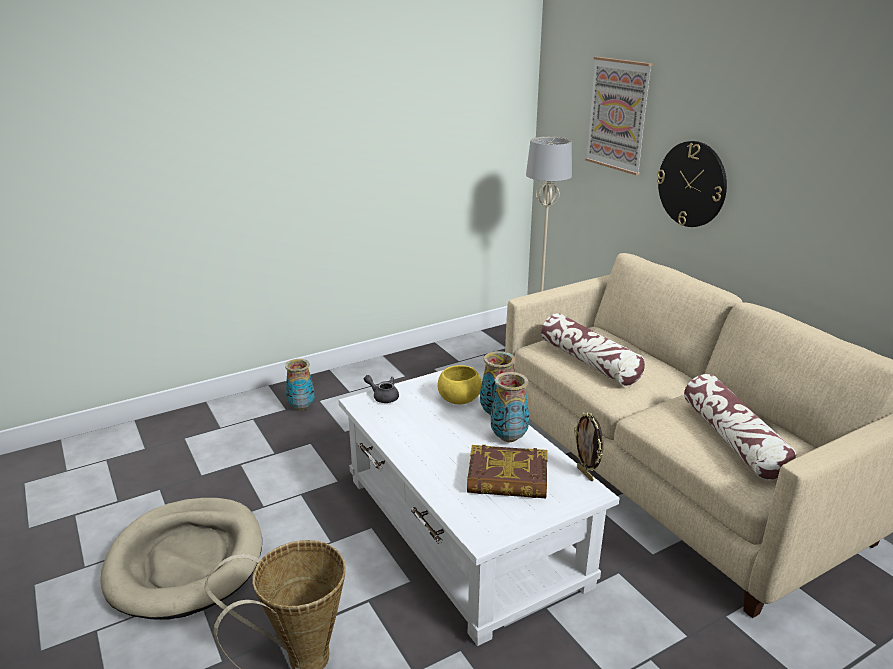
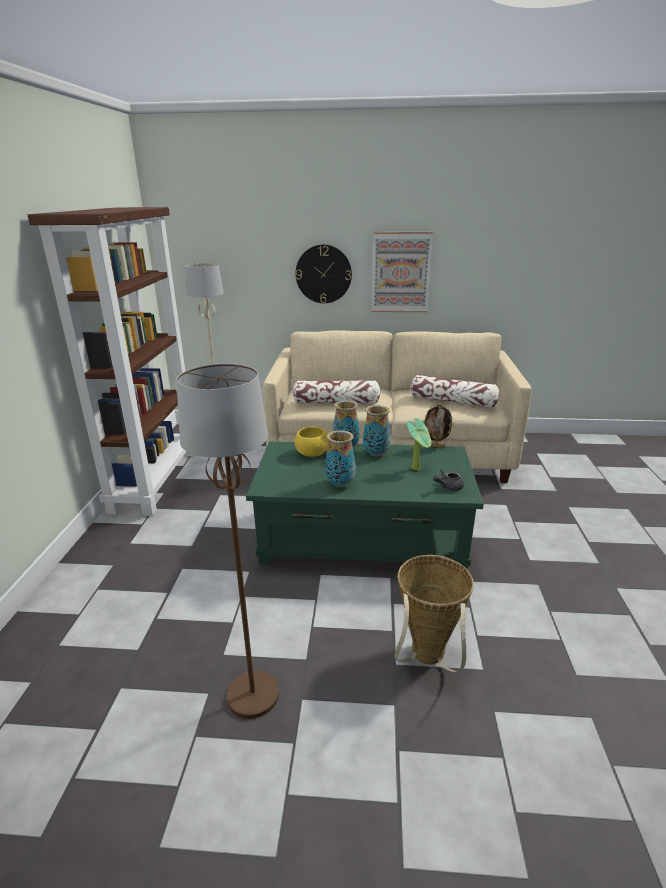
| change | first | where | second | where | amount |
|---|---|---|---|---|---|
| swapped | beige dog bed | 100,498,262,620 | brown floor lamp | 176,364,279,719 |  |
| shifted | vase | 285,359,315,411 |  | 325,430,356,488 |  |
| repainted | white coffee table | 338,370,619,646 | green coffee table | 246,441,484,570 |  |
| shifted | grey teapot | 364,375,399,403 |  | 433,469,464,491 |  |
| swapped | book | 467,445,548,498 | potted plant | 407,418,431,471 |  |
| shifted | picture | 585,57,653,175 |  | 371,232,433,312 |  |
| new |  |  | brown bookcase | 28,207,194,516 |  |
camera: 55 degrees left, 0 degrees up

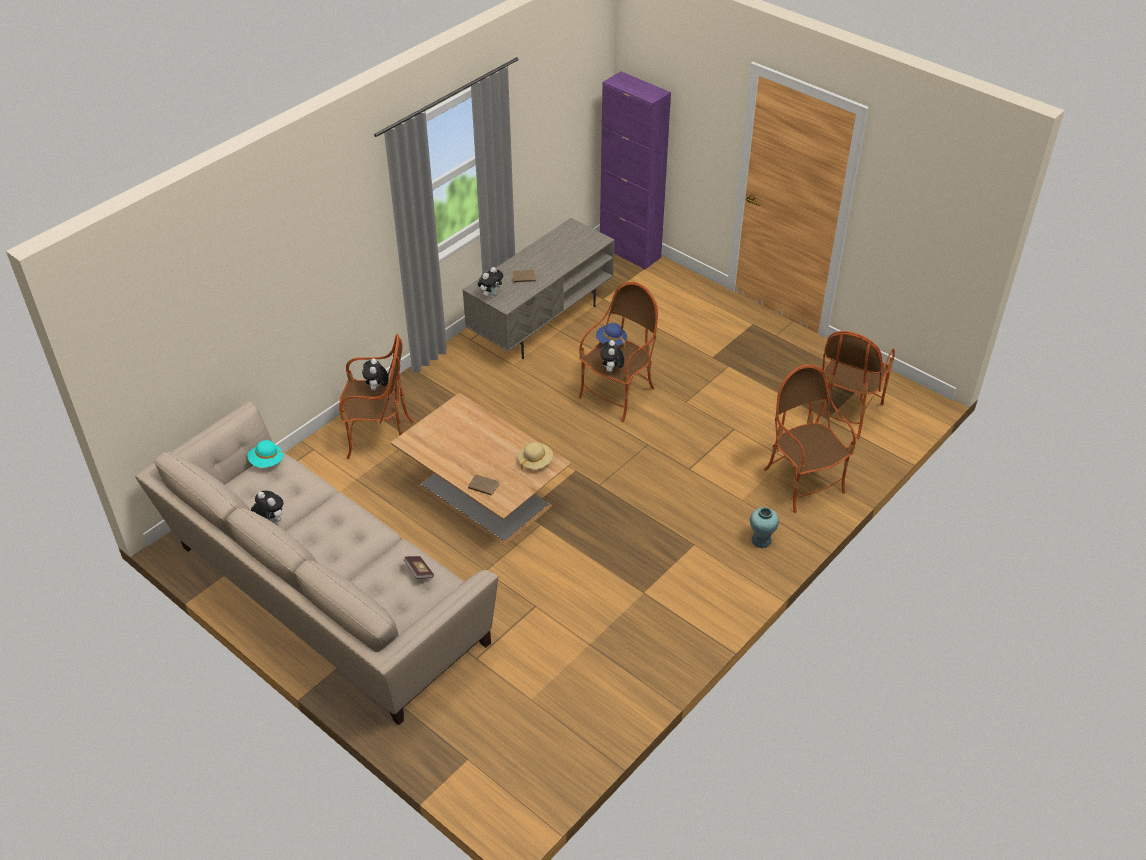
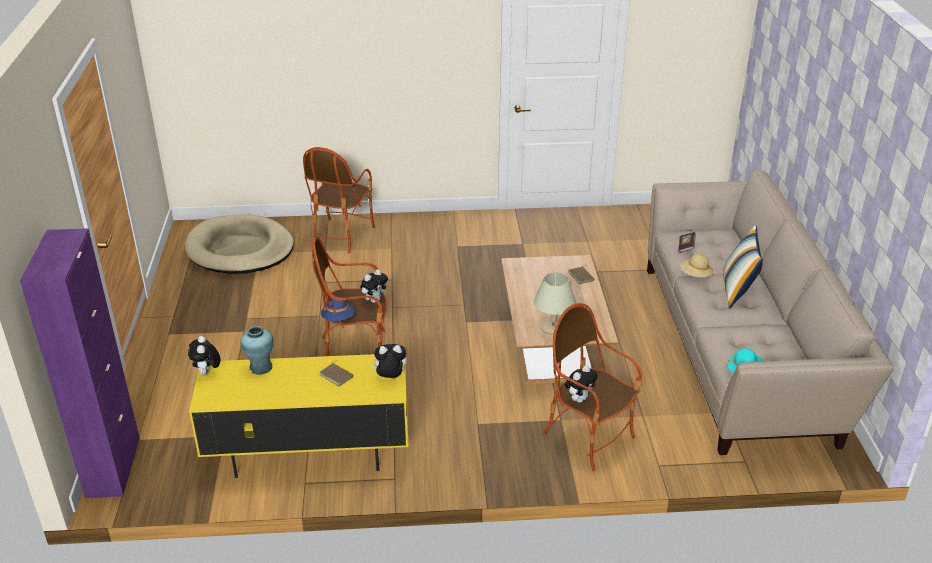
| change | first | where | second | where | amount |
|---|---|---|---|---|---|
| shifted | plush toy | 251,491,284,523 |  | 188,336,220,375 |  |
| repainted | grey tv stand | 463,218,614,359 | yellow tv stand | 189,354,409,478 |  |
| shifted | beige hat | 518,442,553,470 |  | 680,254,713,277 |  |
| shifted | turquoise vase | 750,507,779,548 |  | 240,326,274,375 |  |
| swapped | armchair | 815,331,895,439 | beige dog bed | 185,214,294,274 |  |
| new |  |  | beige table lamp | 534,272,576,335 |  |
| new |  |  | pillow | 723,225,763,309 |  |
camera: 135 degrees left, 10 degrees down

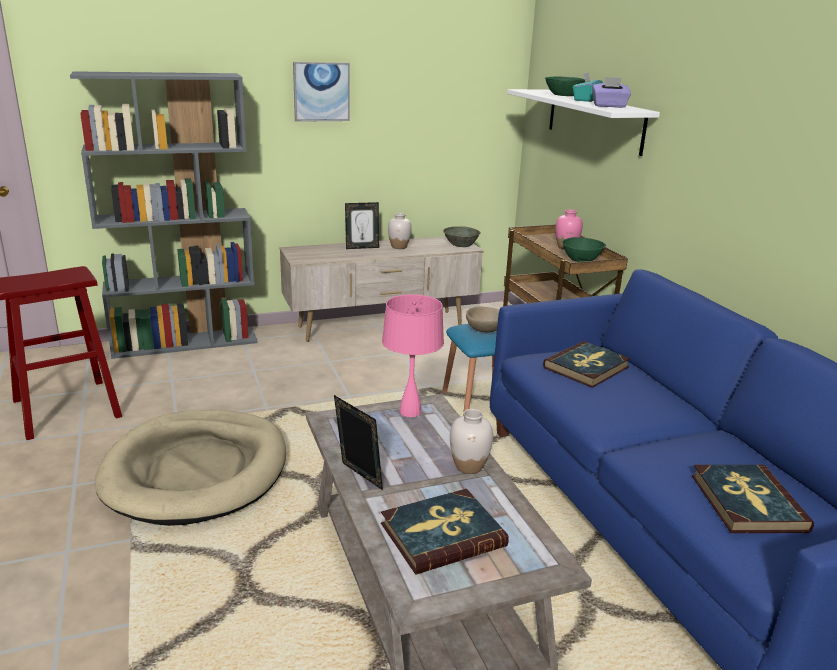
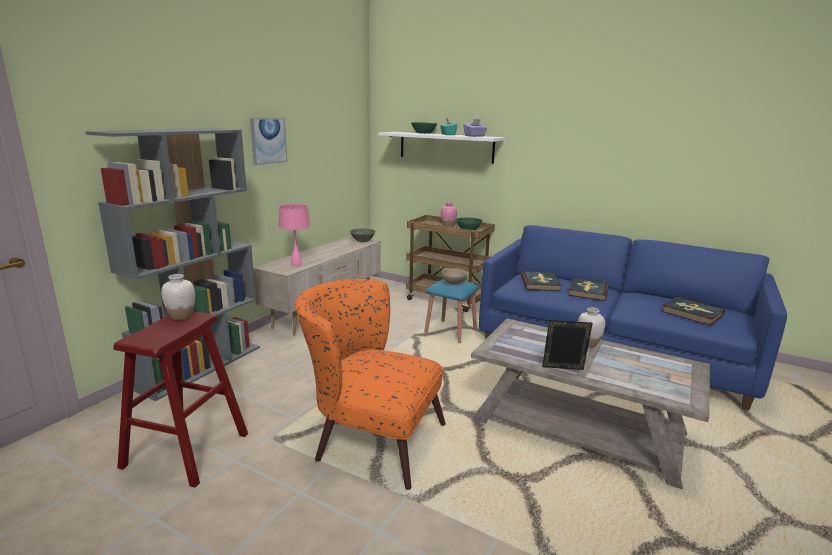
| change | first | where | second | where | amount |
|---|---|---|---|---|---|
| swapped | beige dog bed | 95,410,286,526 | orange armchair | 295,279,446,490 |  |
| gone | picture frame | 345,202,379,249 |  |  |  |
| shifted | book | 381,489,509,575 |  | 568,278,609,301 |  |
| shifted | pink table lamp | 382,294,444,417 |  | 279,204,310,266 |  |
| shifted | white vase | 388,213,412,249 |  | 161,274,195,320 |  |
camera: 40 degrees left, 5 degrees down

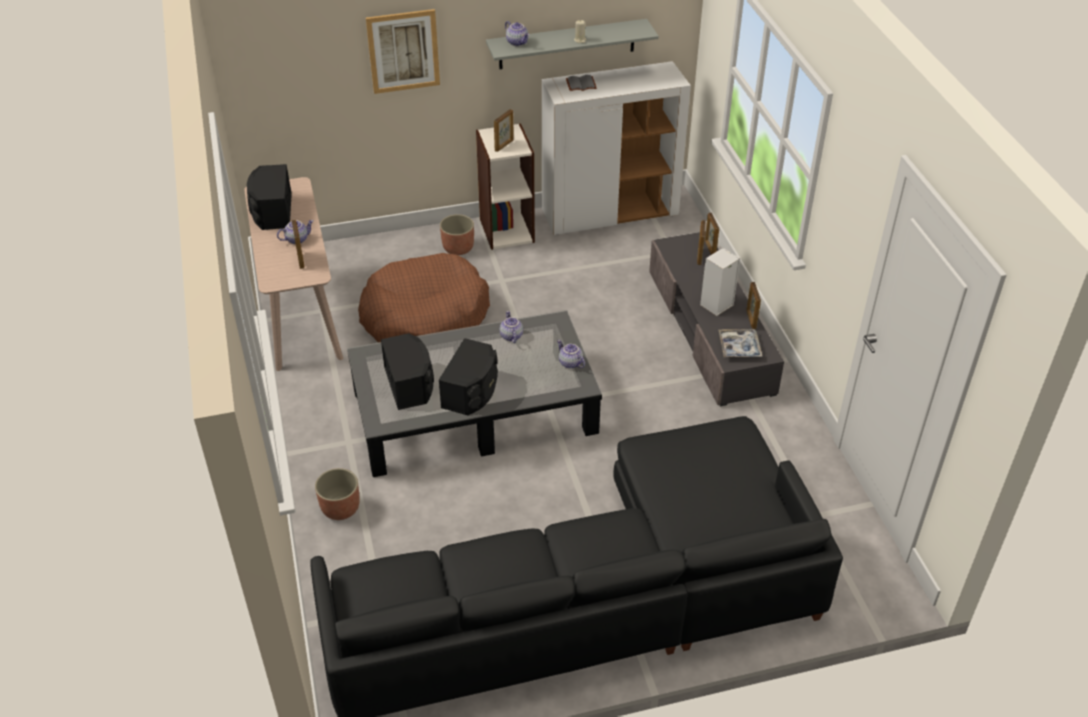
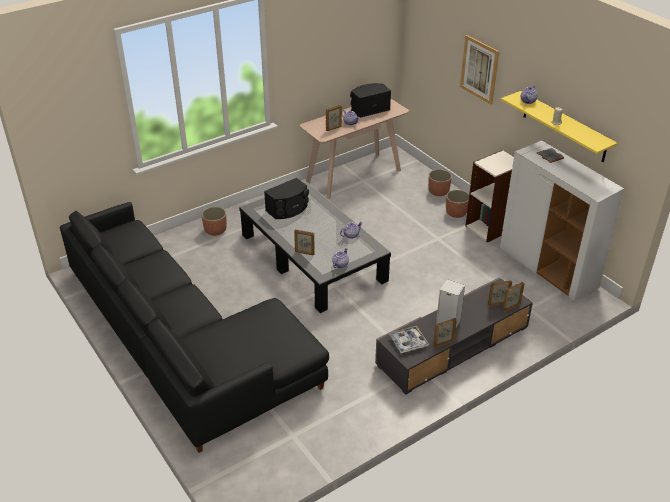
| change | first | where | second | where | amount |
|---|---|---|---|---|---|
| gone | brown dog bed | 358,253,490,343 |  |  |  |
| gone | black speaker | 439,338,498,415 |  |  |  |
| repainted | grey shelf | 486,19,659,69 | yellow shelf | 501,91,617,162 |  |
| shifted | picture frame | 494,109,514,152 |  | 294,229,314,256 |  |
| new |  |  | planter | 428,169,452,196 |  |
camera: 70 degrees right, 5 degrees down

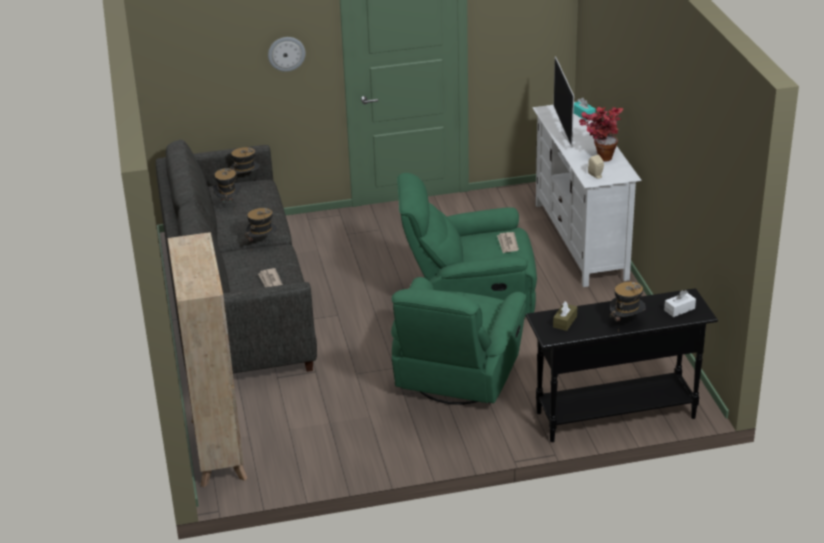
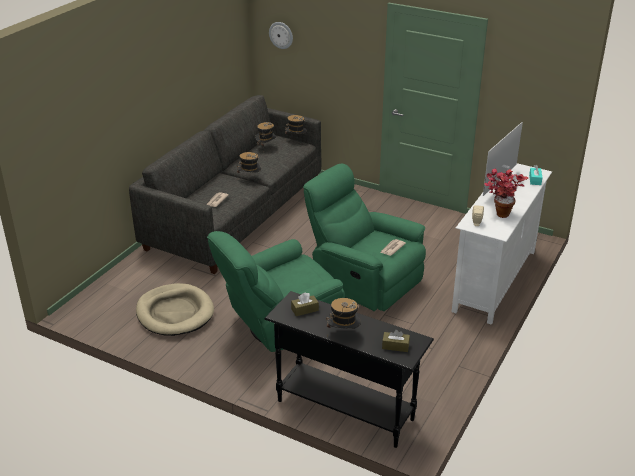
| change | first | where | second | where | amount |
|---|---|---|---|---|---|
| gone | beige bookcase | 167,232,247,487 |  |  |  |
| shifted | wall clock | 268,37,306,72 |  | 269,22,293,49 |  |
| repainted | white tissue box | 664,290,696,317 | brown tissue box | 382,330,410,352 |  |
| new |  |  | beige dog bed | 136,283,214,336 |  |
camera: 40 degrees right, 0 degrees up

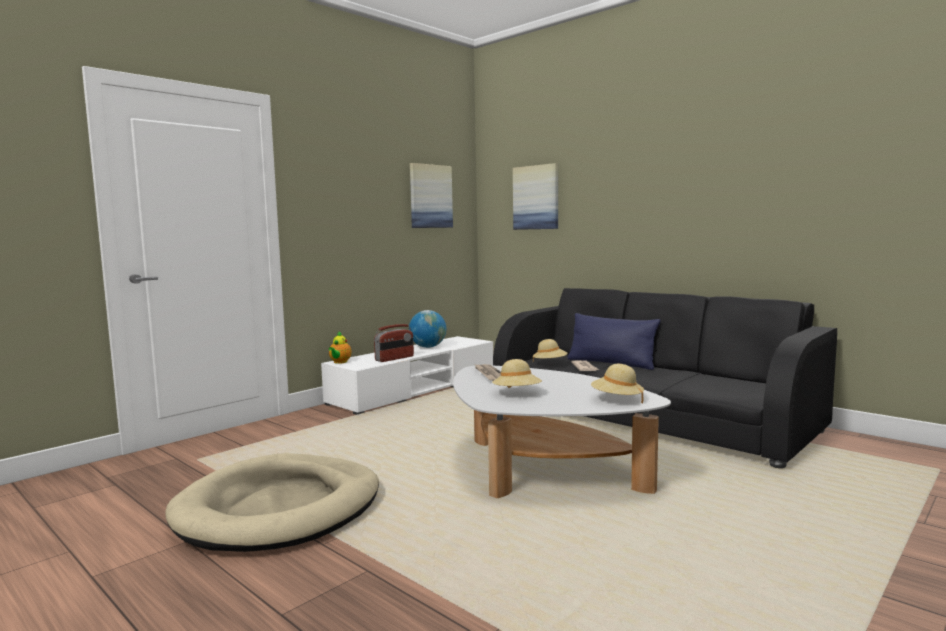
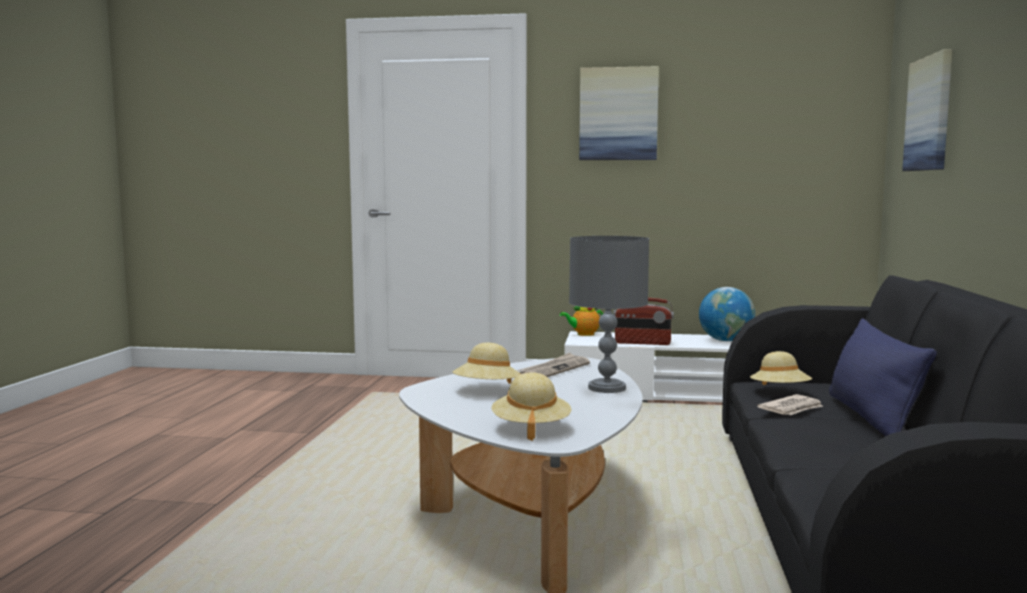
| change | first | where | second | where | amount |
|---|---|---|---|---|---|
| gone | beige dog bed | 166,453,379,552 |  |  |  |
| shifted | picture | 410,163,453,228 |  | 579,66,659,160 |  |
| new |  |  | grey table lamp | 569,236,649,393 |  |
camera: 55 degrees right, 0 degrees up

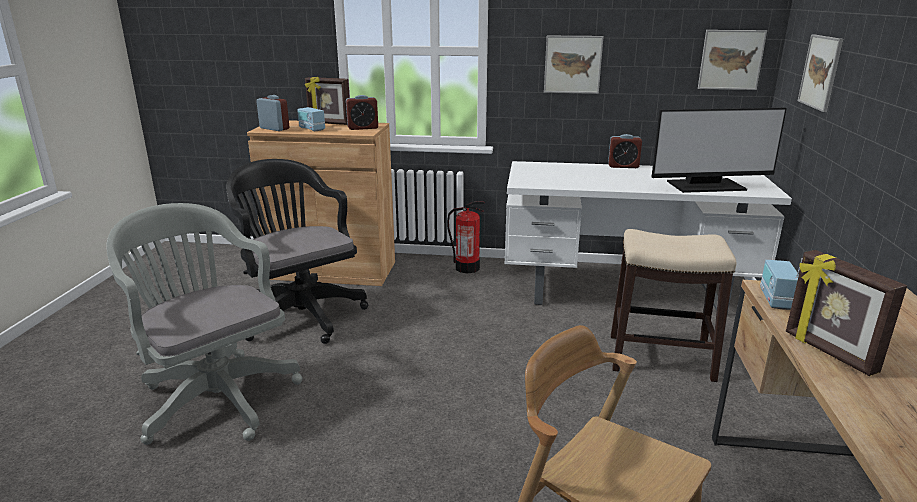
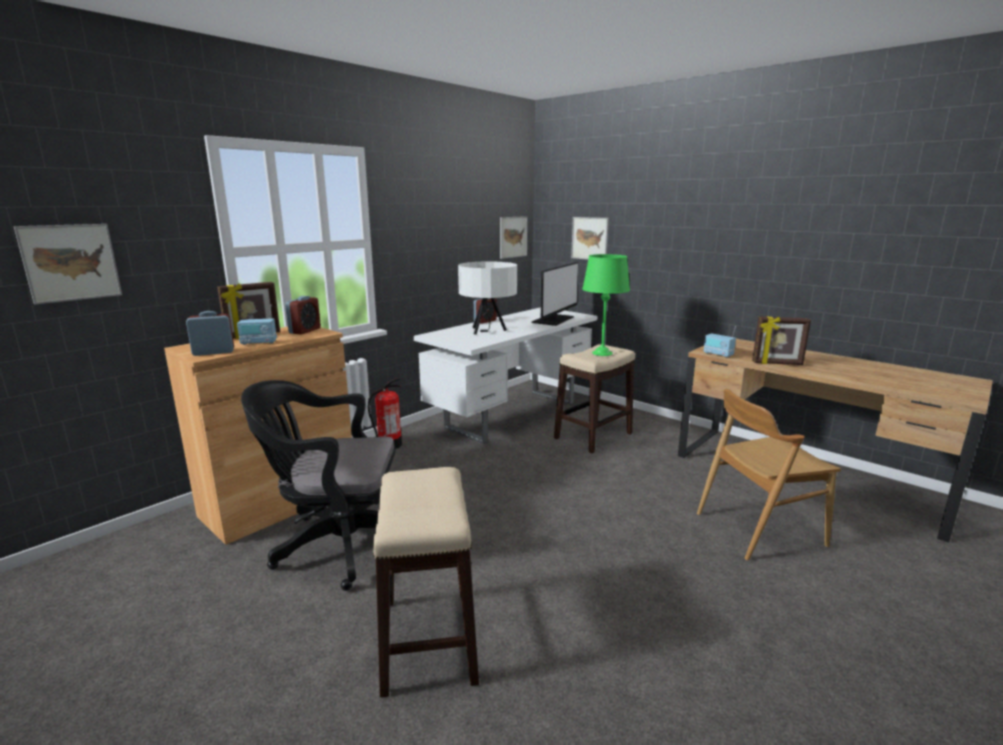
| change | first | where | second | where | amount |
|---|---|---|---|---|---|
| swapped | grey office chair | 106,203,302,445 | stool | 373,467,479,698 |  |
| shifted | picture | 544,36,604,94 |  | 14,224,122,304 |  |
| new |  |  | white table lamp | 458,261,517,335 |  |
| new |  |  | green table lamp | 582,254,630,356 |  |
camera: 55 degrees left, 5 degrees down

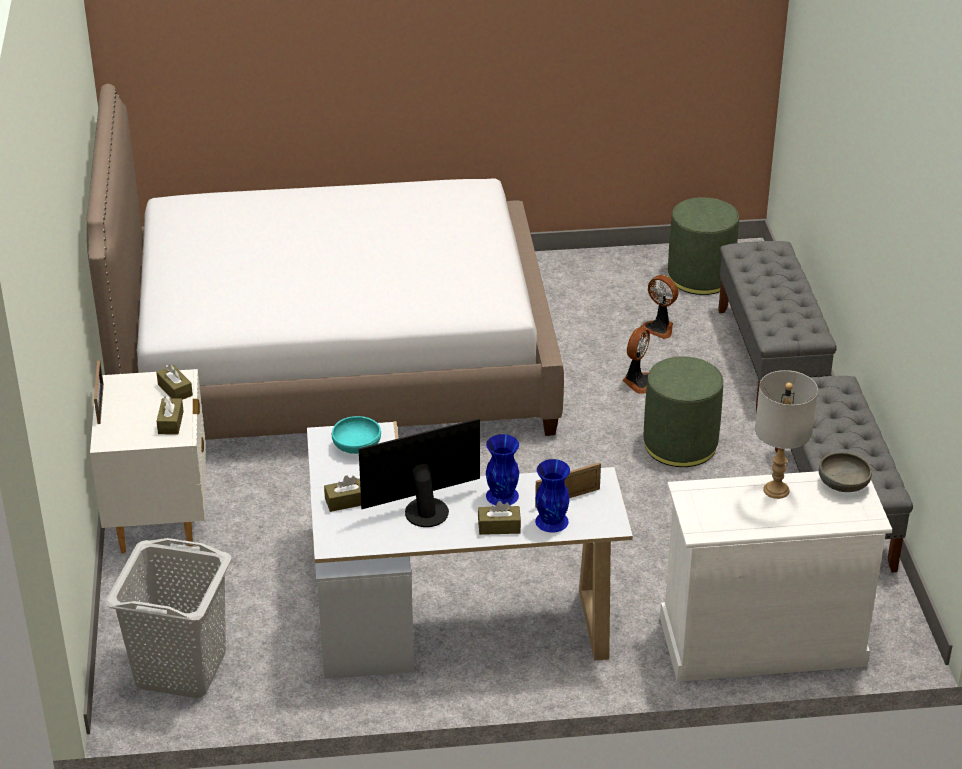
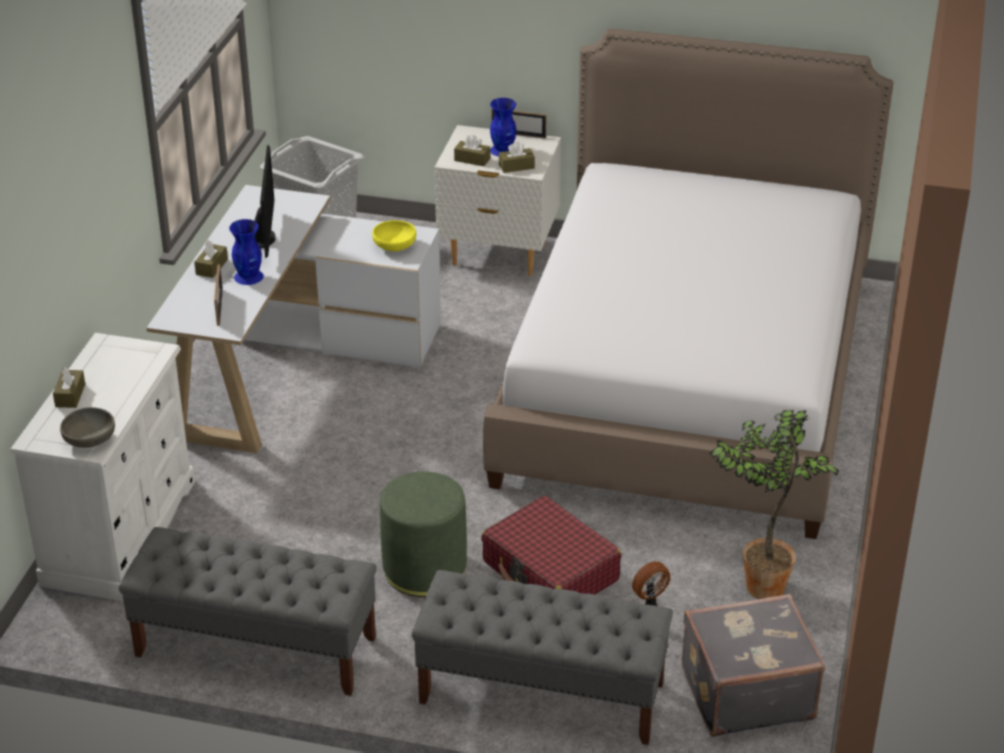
| change | first | where | second | where | amount |
|---|---|---|---|---|---|
| shifted | brown tissue box | 324,475,361,512 |  | 53,367,85,408 |  |
| repainted | turquoise bowl | 332,416,381,454 | yellow bowl | 372,220,416,252 |  |
| shifted | blue vase | 535,459,570,533 |  | 490,98,517,157 |  |
| swapped | fan | 622,327,650,394 | red suitcase | 481,496,621,595 |  |
| swapped | green ottoman | 668,197,739,295 | grey suitcase | 682,594,826,737 |  |
| gone | grey table lamp | 755,370,818,499 |  |  |  |
| new |  |  | potted plant | 709,410,839,599 |  |
camera: 110 degrees right, 0 degrees up

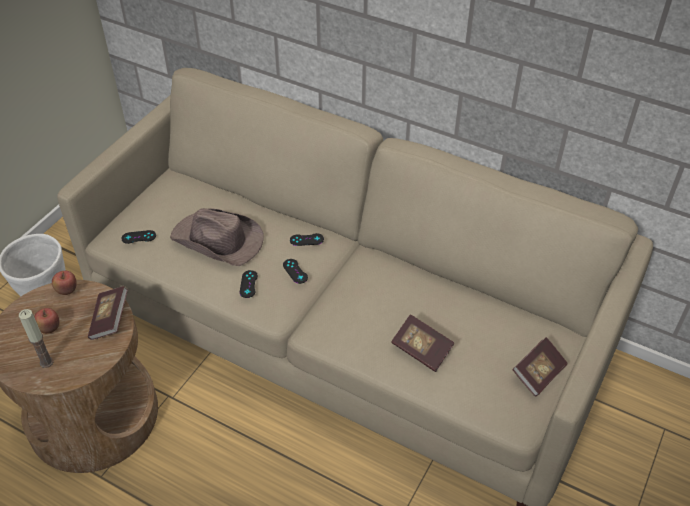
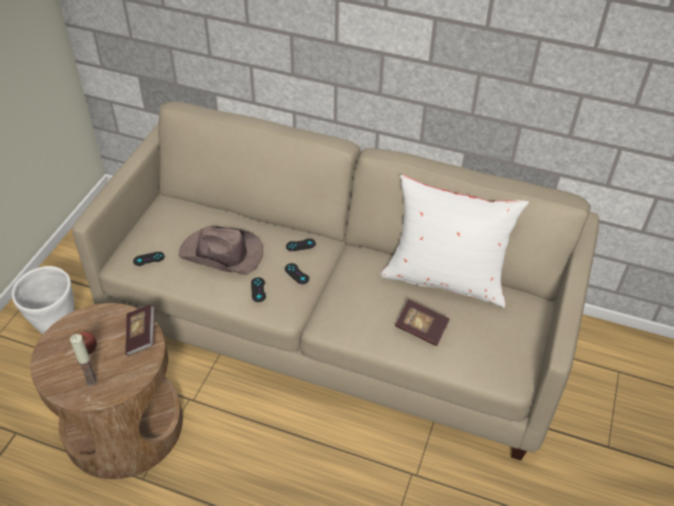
| change | first | where | second | where | amount |
|---|---|---|---|---|---|
| gone | apple | 52,271,77,295 |  |  |  |
| gone | book | 512,337,567,396 |  |  |  |
| new |  |  | white pillow | 380,175,529,308 |  |
camera: 10 degrees left, 0 degrees up

